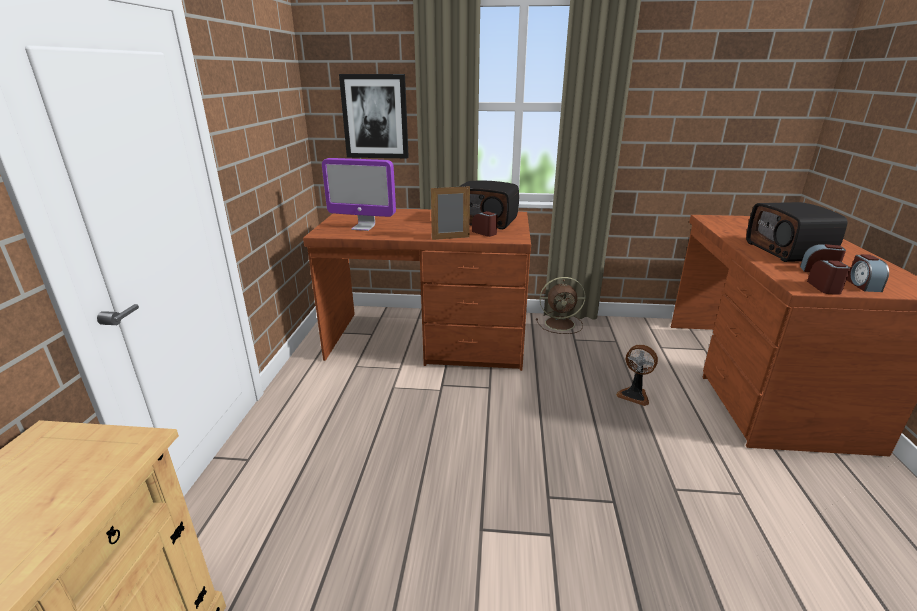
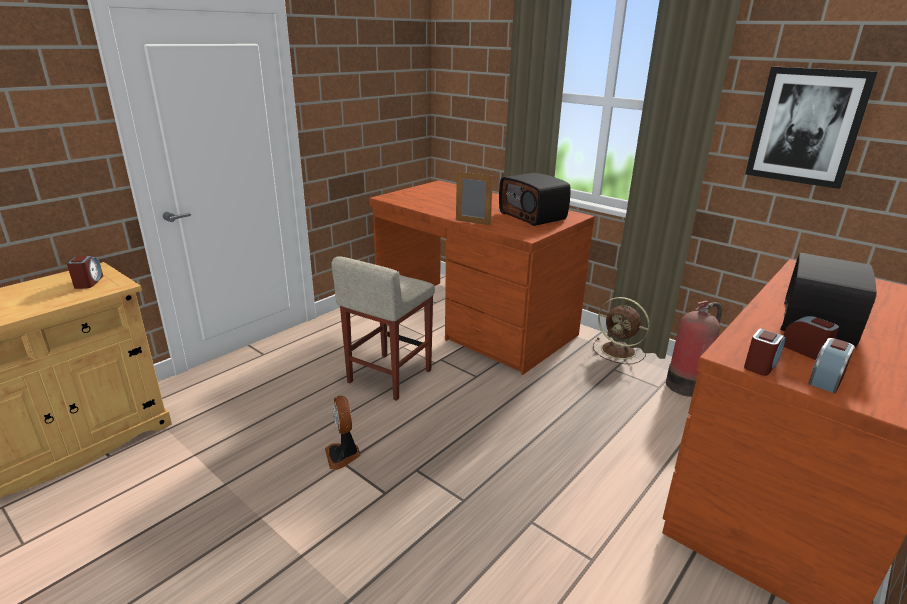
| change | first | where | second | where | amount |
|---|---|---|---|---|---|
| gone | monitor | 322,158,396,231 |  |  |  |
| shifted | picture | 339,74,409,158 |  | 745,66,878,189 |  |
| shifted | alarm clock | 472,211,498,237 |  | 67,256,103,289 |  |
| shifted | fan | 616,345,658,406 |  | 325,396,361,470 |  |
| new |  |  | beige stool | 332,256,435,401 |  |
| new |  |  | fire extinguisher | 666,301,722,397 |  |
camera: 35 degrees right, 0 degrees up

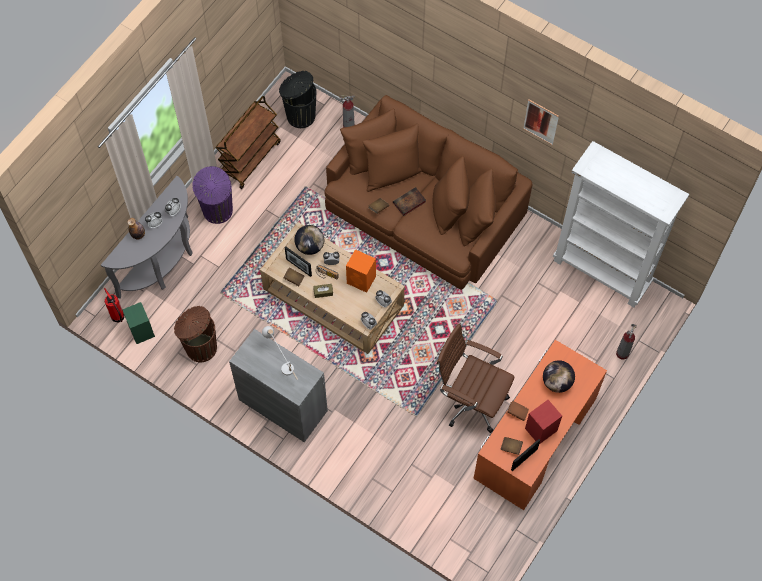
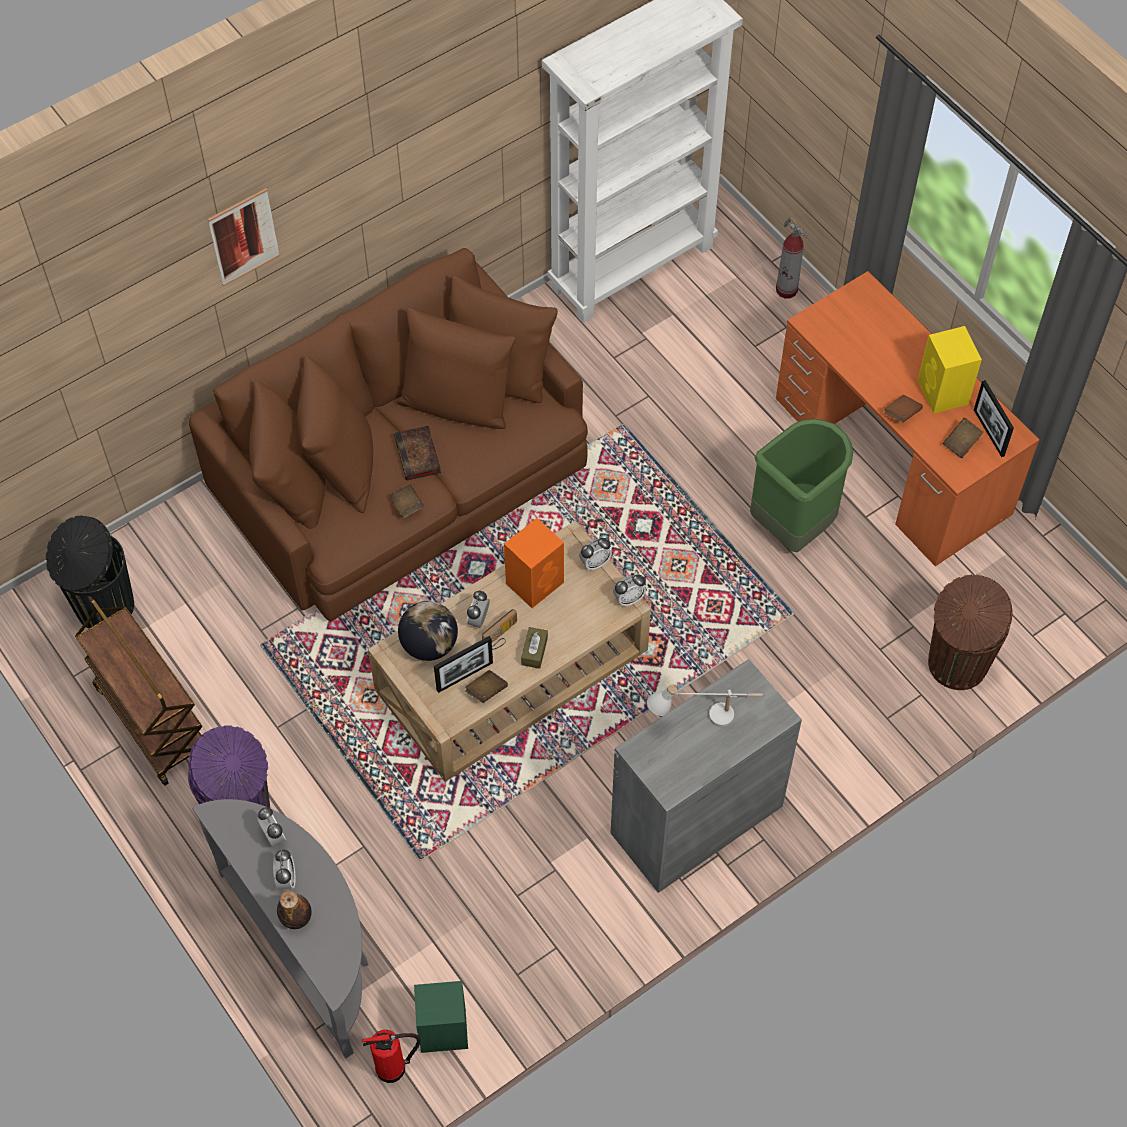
| change | first | where | second | where | amount |
|---|---|---|---|---|---|
| shifted | brown trash can | 174,306,217,362 |  | 928,575,1013,690 |  |
| gone | fire extinguisher | 341,95,355,128 |  |  |  |
| swapped | brown office chair | 437,324,514,433 | green trash can | 750,419,853,552 |  |
| shifted | picture | 523,99,559,145 |  | 208,188,280,286 |  |
| repainted | red speaker | 525,400,562,444 | yellow speaker | 918,326,982,414 |  |
| gone | globe | 543,360,575,393 |  |  |  |
camera: 70 degrees left, 5 degrees down

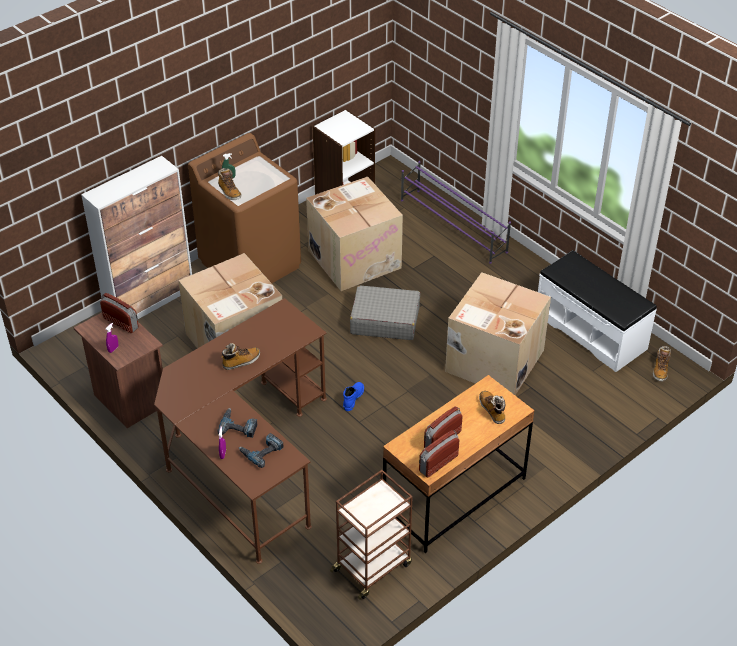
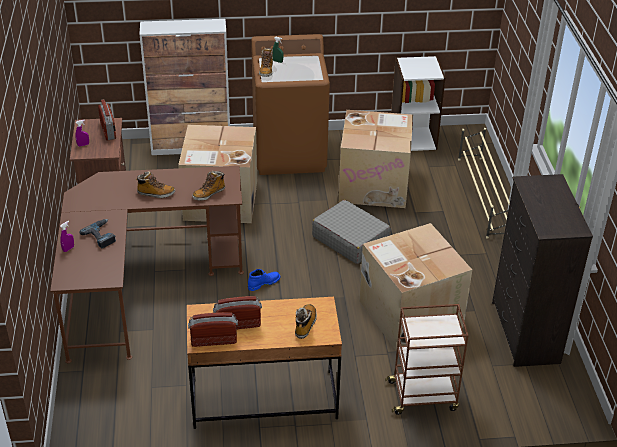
| change | first | where | second | where | amount |
|---|---|---|---|---|---|
| gone | power drill | 239,433,284,468 |  |  |  |
| shifted | brown cart | 330,470,412,599 |  | 385,304,469,415 |  |
| repainted | purple shoe rack | 401,161,511,264 | beige shoe rack | 458,128,510,239 |  |
| swapped | white bench | 538,250,657,372 | black dresser | 492,174,593,367 |  |
| shifted | boot | 653,346,671,381 |  | 192,171,225,201 |  |
camera: 35 degrees right, 5 degrees down

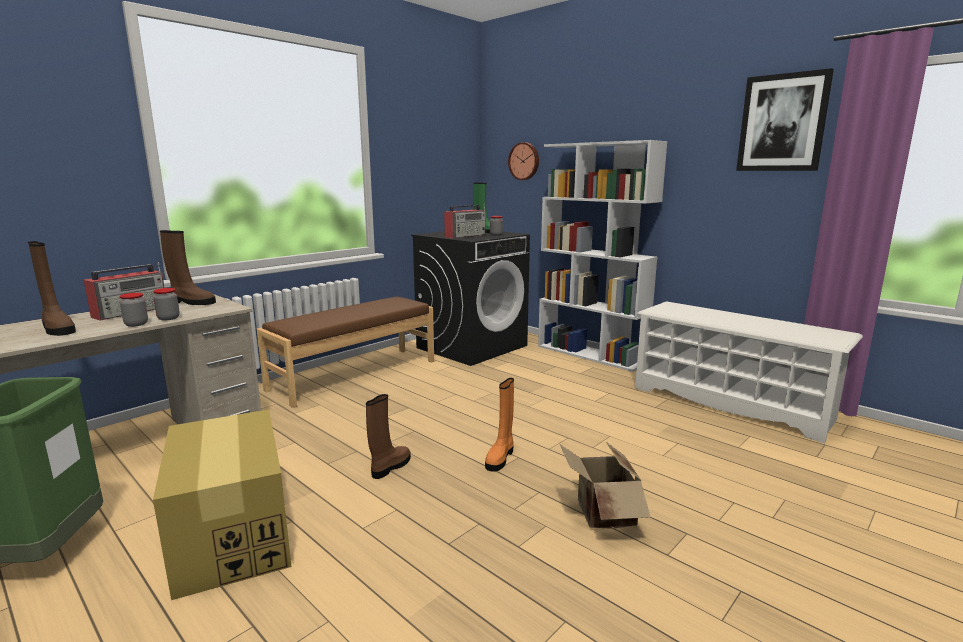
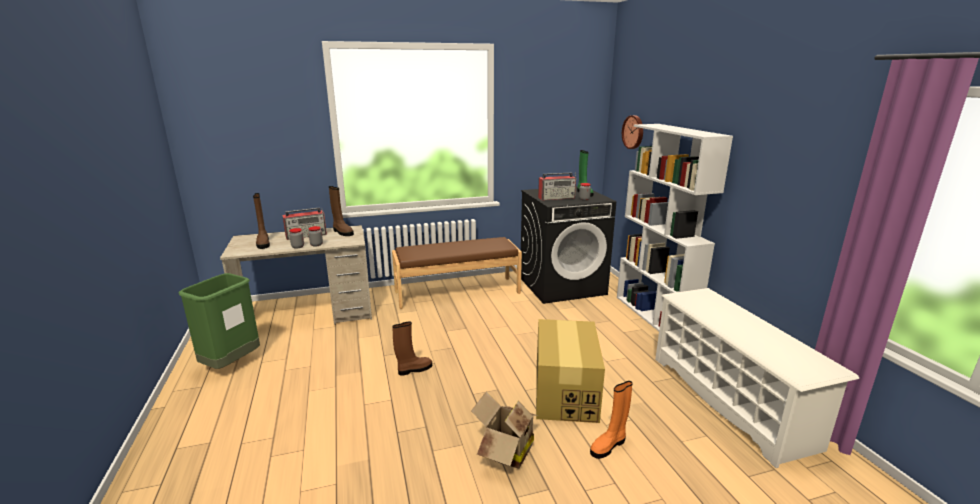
| change | first | where | second | where | amount |
|---|---|---|---|---|---|
| shifted | cardboard box | 153,409,291,600 |  | 536,319,605,423 |  |
| shifted | orange boot | 485,378,514,472 |  | 590,381,633,459 |  |
| gone | picture | 736,68,834,171 |  |  |  |
camera: 30 degrees right, 5 degrees up

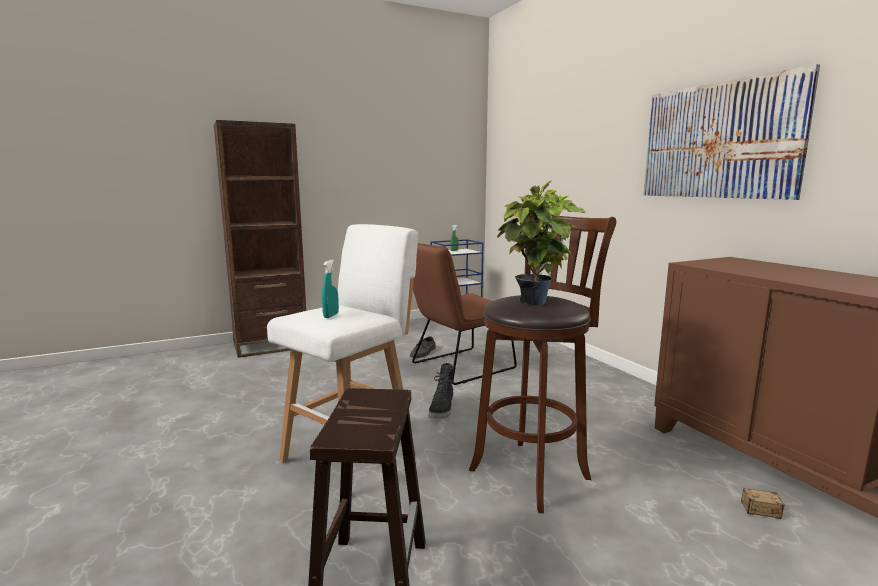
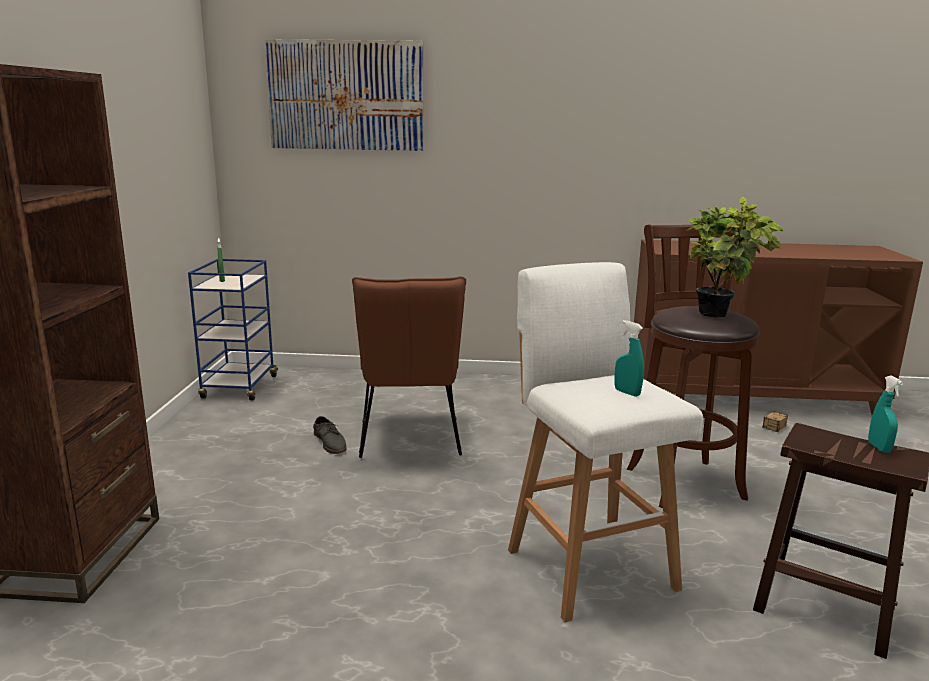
| change | first | where | second | where | amount |
|---|---|---|---|---|---|
| gone | black boot | 429,363,454,419 |  |  |  |
| shifted | picture | 643,64,820,200 |  | 265,39,423,151 |  |
| new |  |  | turquoise spray bottle | 868,376,903,453 |  |
camera: 60 degrees left, 5 degrees up

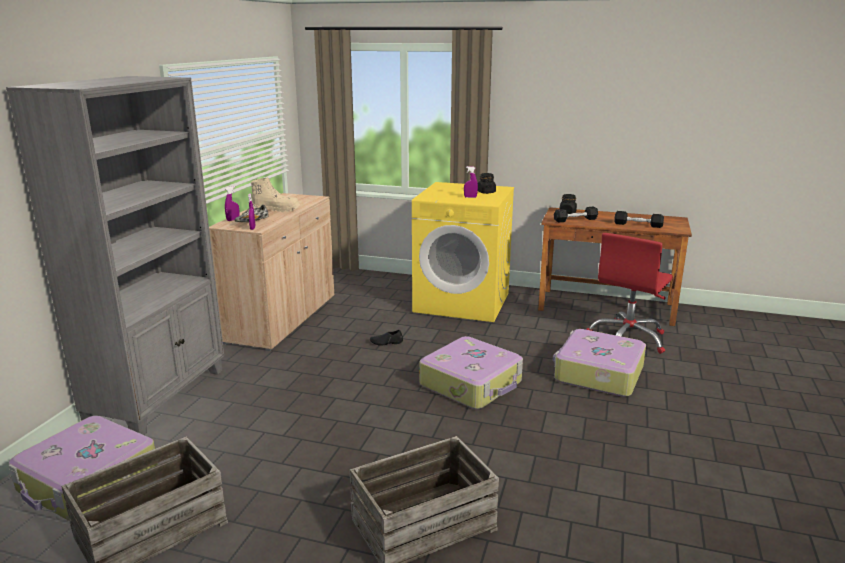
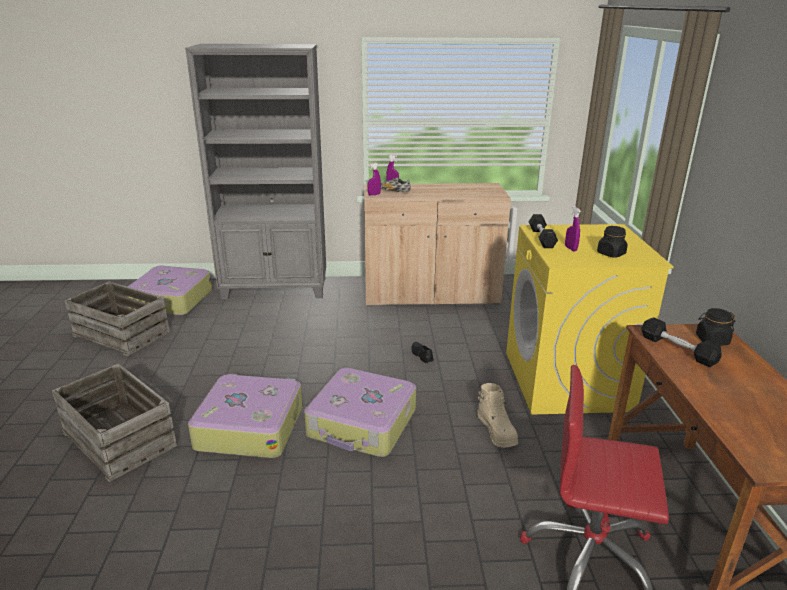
| change | first | where | second | where | amount |
|---|---|---|---|---|---|
| shifted | beige boot | 251,177,300,212 |  | 477,383,518,448 |  |
| shifted | suitcase | 553,329,646,397 |  | 188,374,303,458 |  |
| shifted | black dumbbell | 614,211,664,228 |  | 529,214,558,248 |  |
camera: 70 degrees right, 5 degrees up

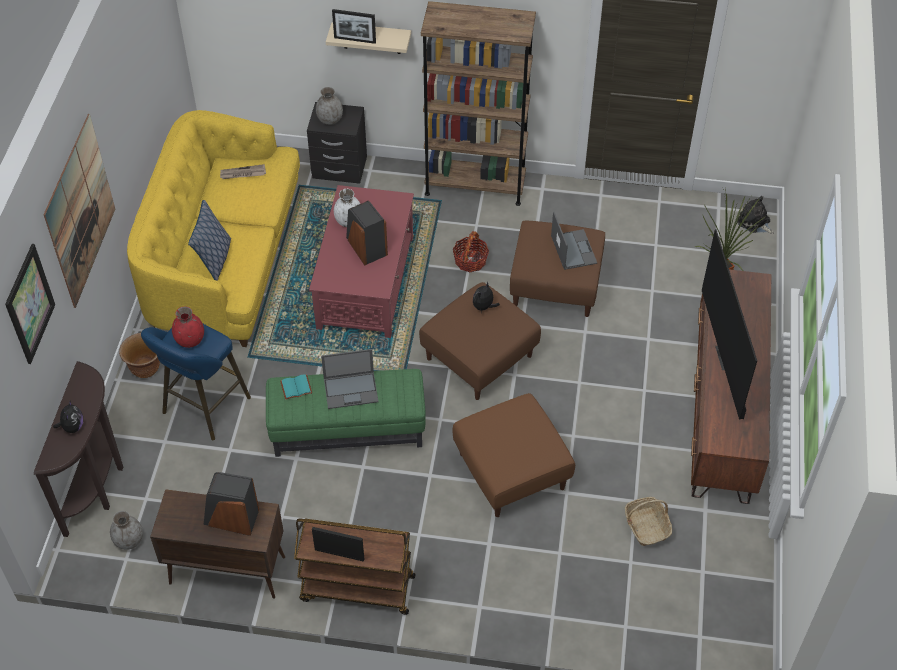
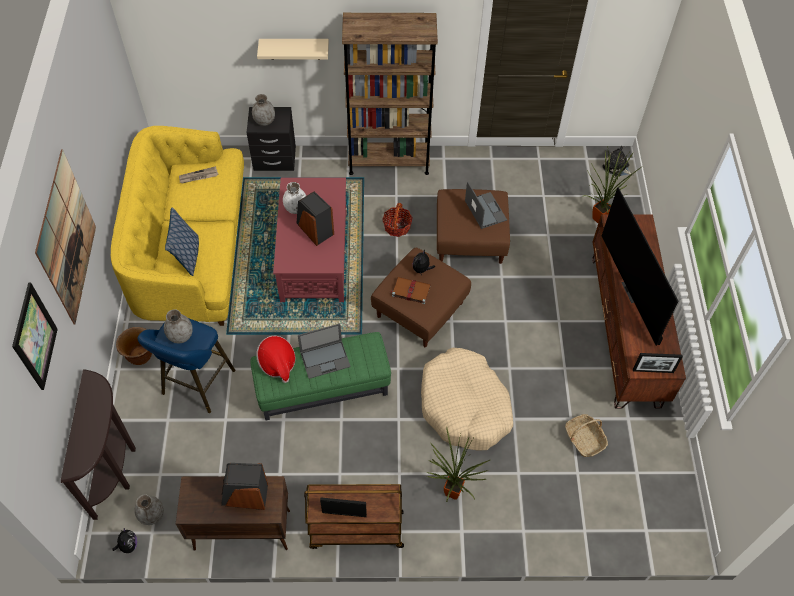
| change | first | where | second | where | amount |
|---|---|---|---|---|---|
| shifted | plush toy | 53,401,83,433 |  | 112,529,137,553 |  |
| repainted | red vase | 172,307,204,348 | grey vase | 164,309,193,343 |  |
| swapped | turquoise book | 280,374,312,400 | hat | 256,336,295,383 |  |
| shifted | picture frame | 332,9,376,44 |  | 633,353,683,373 |  |
| swapped | brown ottoman | 453,393,575,517 | beige dog bed | 421,348,513,451 |  |
| new |  |  | brown book | 390,277,431,304 |  |
| new |  |  | potted plant | 427,426,490,502 |  |
camera: 10 degrees left, 5 degrees up

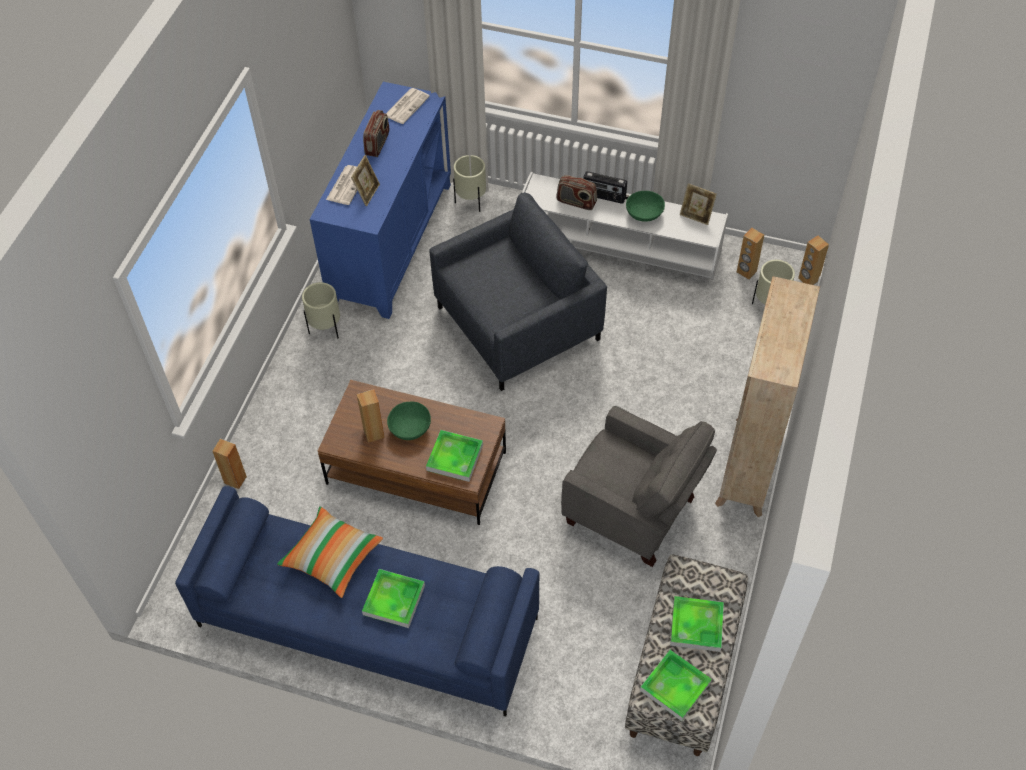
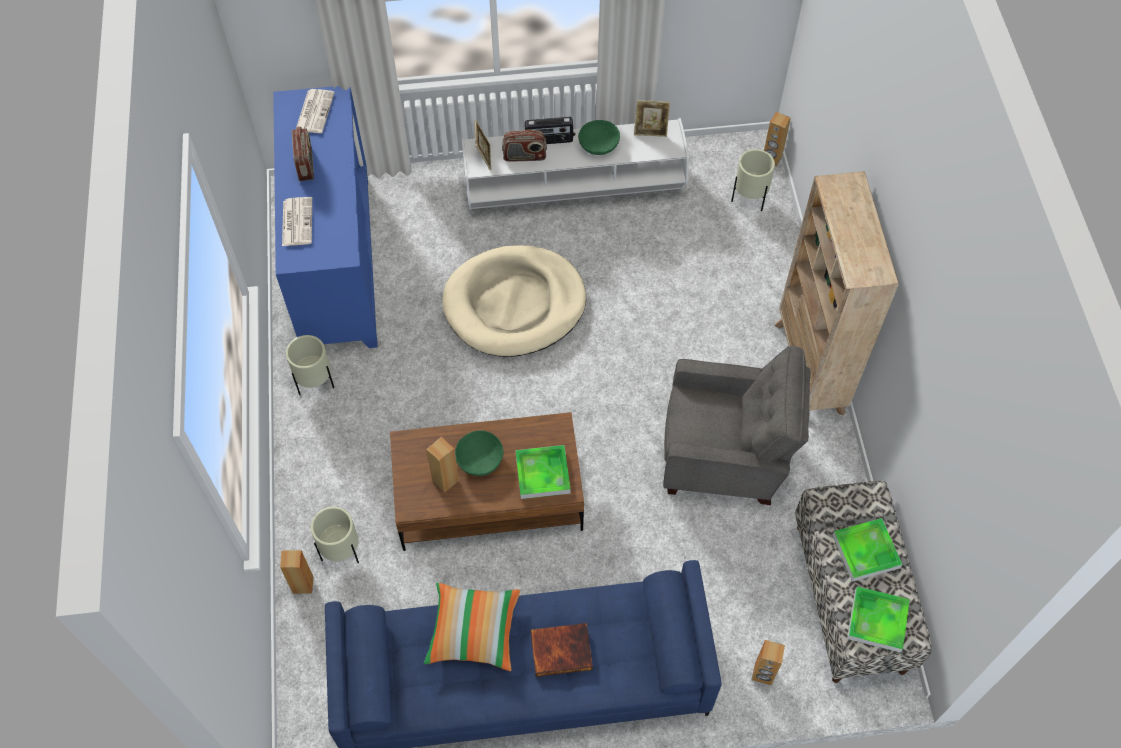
| change | first | where | second | where | amount |
|---|---|---|---|---|---|
| shifted | picture frame | 351,155,380,206 |  | 475,120,491,170 |  |
| swapped | tray | 362,569,425,628 | book | 531,623,593,677 |  |
| swapped | grey armchair | 429,193,607,391 | beige dog bed | 442,245,586,357 |  |
| shifted | beige planter | 453,155,486,212 |  | 311,507,359,563 |  |
| shifted | brown speaker | 737,228,764,279 |  | 752,640,785,685 |  |
camera: 25 degrees left, 5 degrees up

